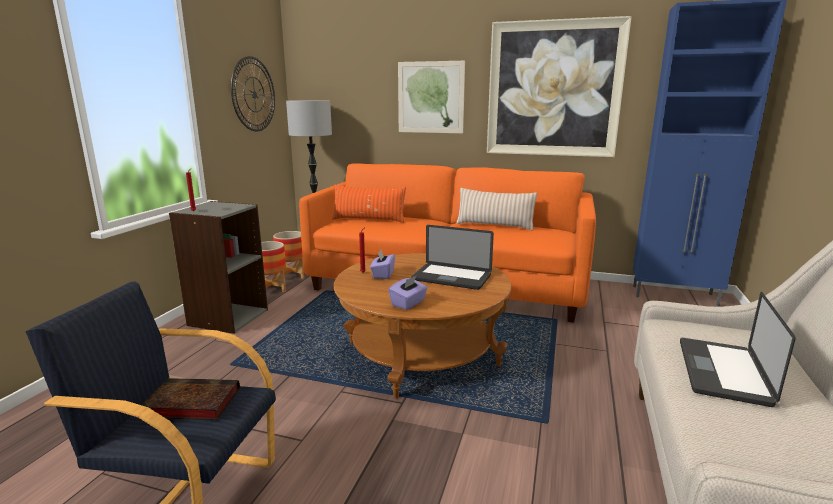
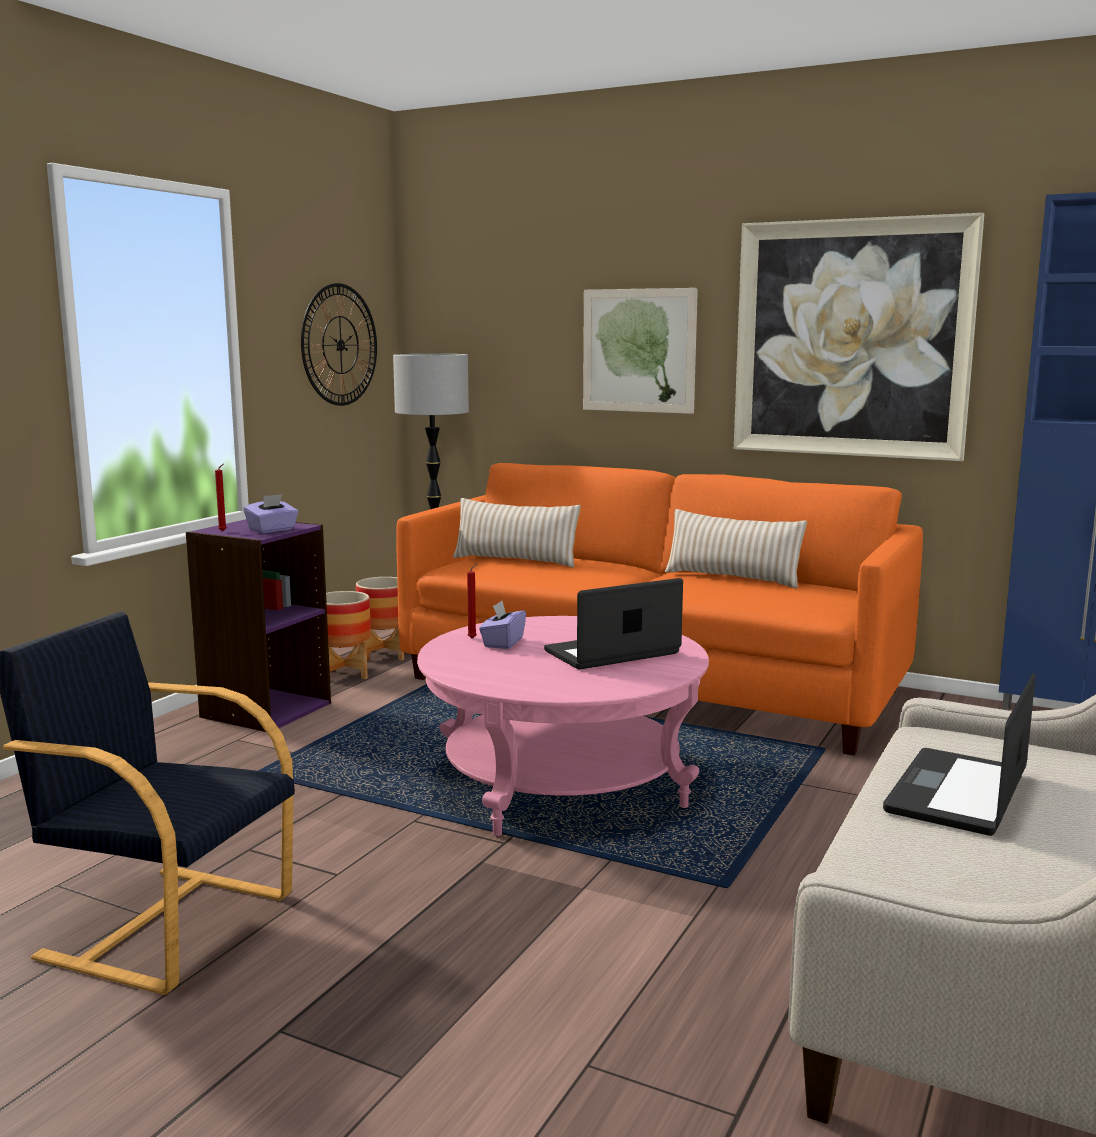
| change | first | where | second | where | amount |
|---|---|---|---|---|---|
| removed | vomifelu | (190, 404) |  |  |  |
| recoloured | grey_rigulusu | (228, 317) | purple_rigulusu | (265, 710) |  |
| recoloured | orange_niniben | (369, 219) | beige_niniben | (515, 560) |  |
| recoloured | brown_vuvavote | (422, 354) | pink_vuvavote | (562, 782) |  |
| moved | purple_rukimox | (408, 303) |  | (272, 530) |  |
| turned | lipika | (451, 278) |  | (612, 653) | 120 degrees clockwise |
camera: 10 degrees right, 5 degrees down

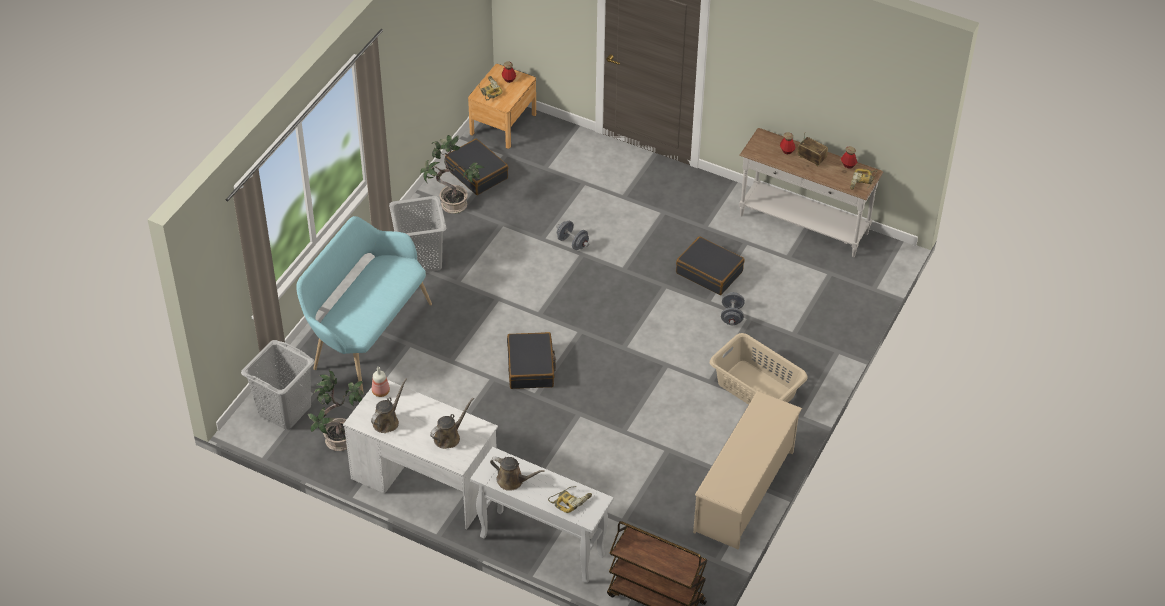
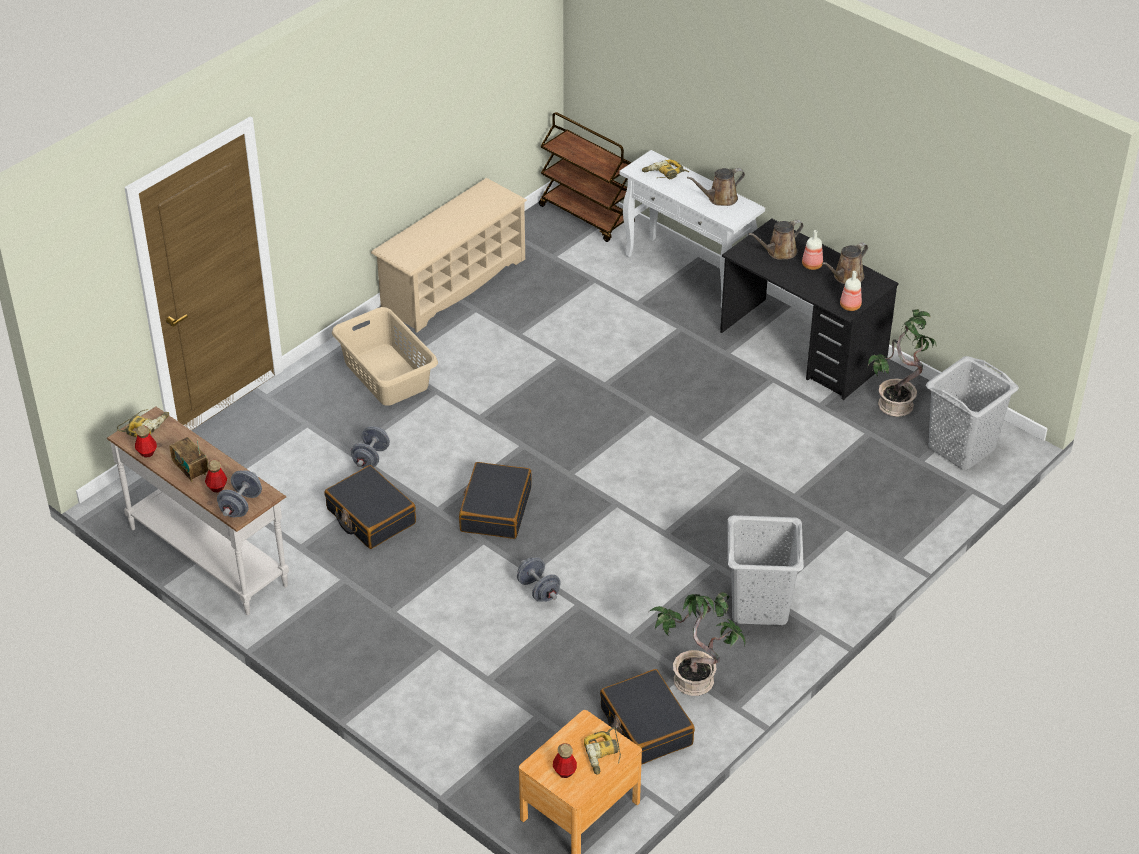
| change | first | where | second | where | amount |
|---|---|---|---|---|---|
| removed | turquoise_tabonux | (366, 336) |  |  |  |
| recoloured | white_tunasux | (424, 481) | black_tunasux | (802, 349) |  |
| turned | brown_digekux | (512, 480) |  | (720, 199) | 60 degrees counterclockwise |
| moved | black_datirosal | (531, 367) |  | (495, 509) |  |
| added |  |  | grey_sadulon | (241, 505) |  |
| added |  |  | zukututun | (811, 265) |  |
camera: 165 degrees left, 5 degrees down

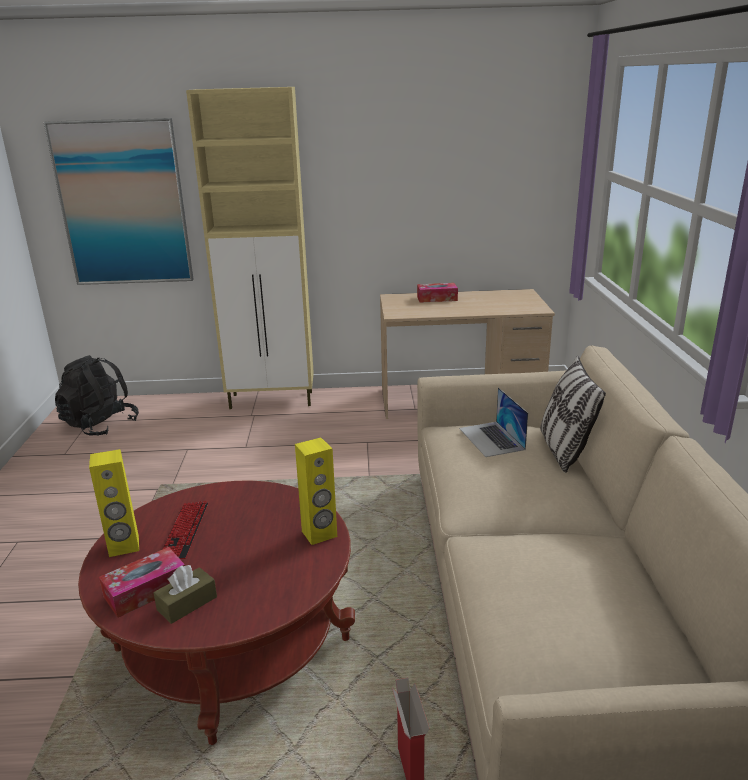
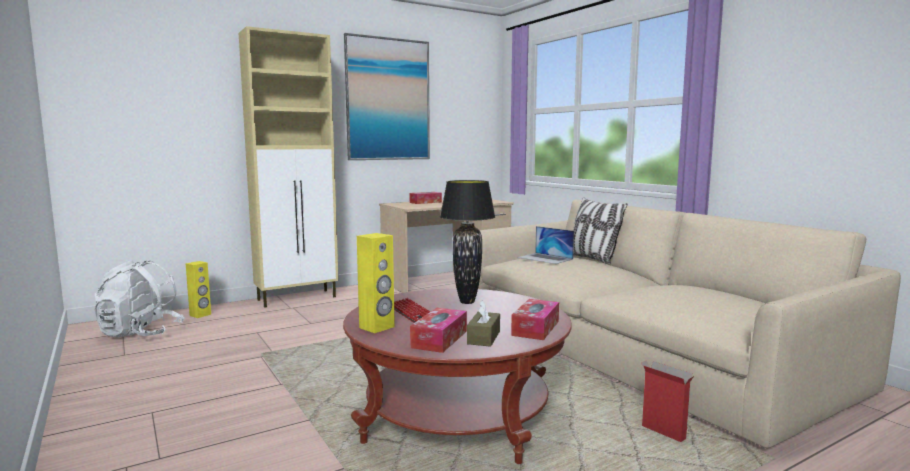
| change | first | where | second | where | amount |
|---|---|---|---|---|---|
| moved | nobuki | (123, 204) |  | (388, 99) |  |
| recoloured | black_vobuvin | (100, 425) | white_vobuvin | (141, 333) |  |
| moved | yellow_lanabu | (319, 534) |  | (200, 315) |  |
| added |  |  | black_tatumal | (466, 302) |  |
| added |  |  | rukimox | (535, 328) |  |
camera: 30 degrees left, 15 degrees down

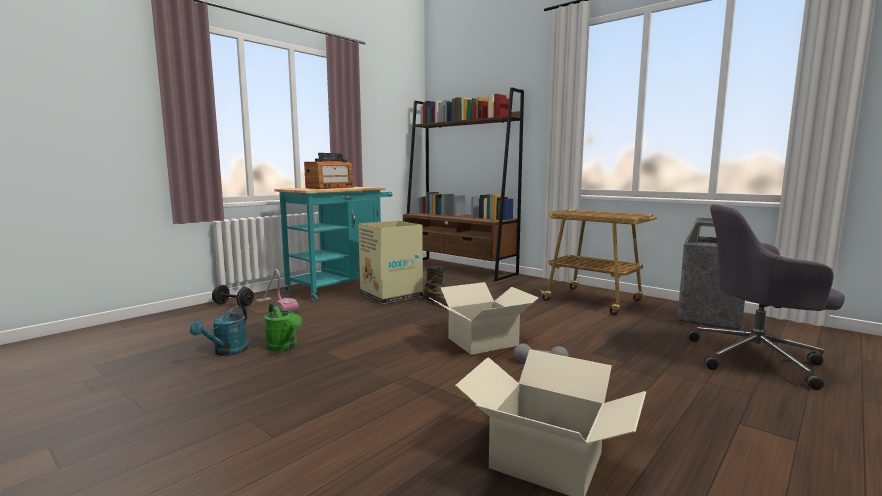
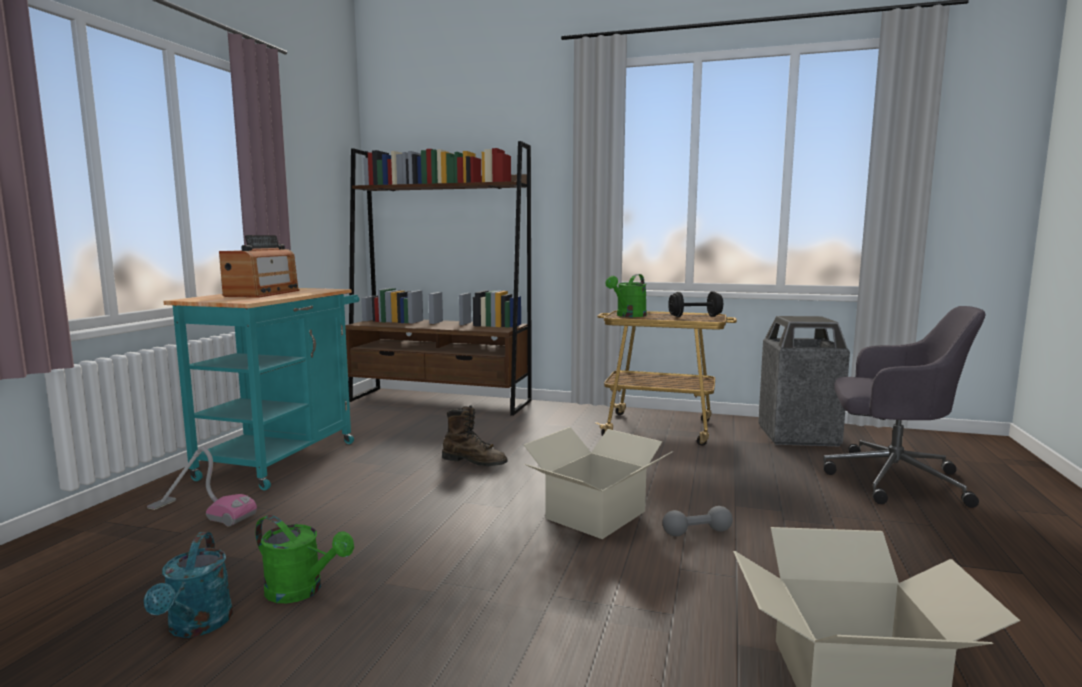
| change | first | where | second | where | amount |
|---|---|---|---|---|---|
| moved | black_sadulon | (233, 305) |  | (695, 316) |  |
| removed | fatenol | (390, 295) |  |  |  |
| turned | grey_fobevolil | (757, 359) |  | (890, 479) | 150 degrees counterclockwise |
| added |  |  | green_digekux | (628, 316) |  |
camera: 25 degrees left, 0 degrees up

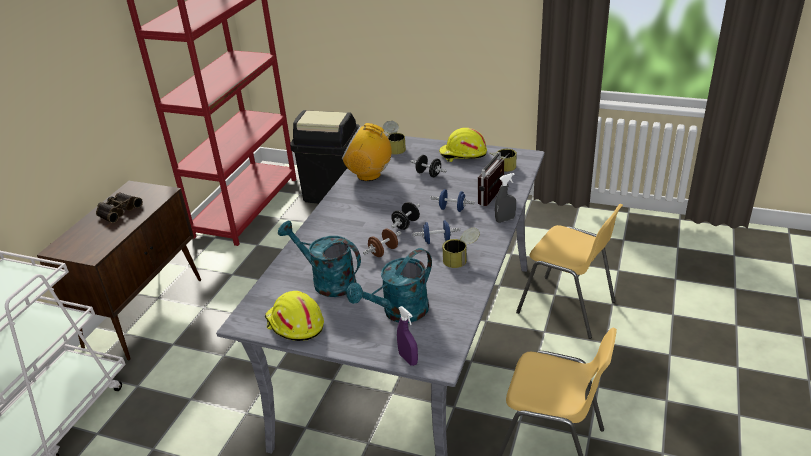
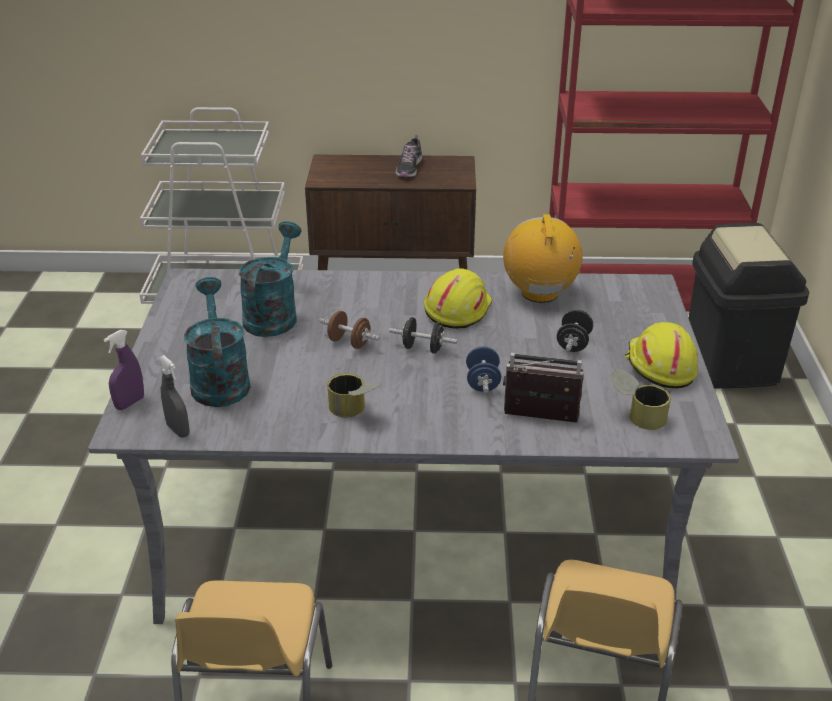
| change | first | where | second | where | amount |
|---|---|---|---|---|---|
| replaced | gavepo | (118, 211) | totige | (409, 168) |  |
| moved | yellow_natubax | (294, 324) |  | (457, 309) |  |
| turned | turquoise_digekux | (399, 313) |  | (219, 380) | 45 degrees clockwise |
| removed | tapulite | (394, 147) |  |  |  |
| removed | blue_sadulon | (436, 241) |  |  |  |
| moved | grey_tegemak | (505, 220) |  | (178, 430) |  |
camera: 70 degrees right, 0 degrees up

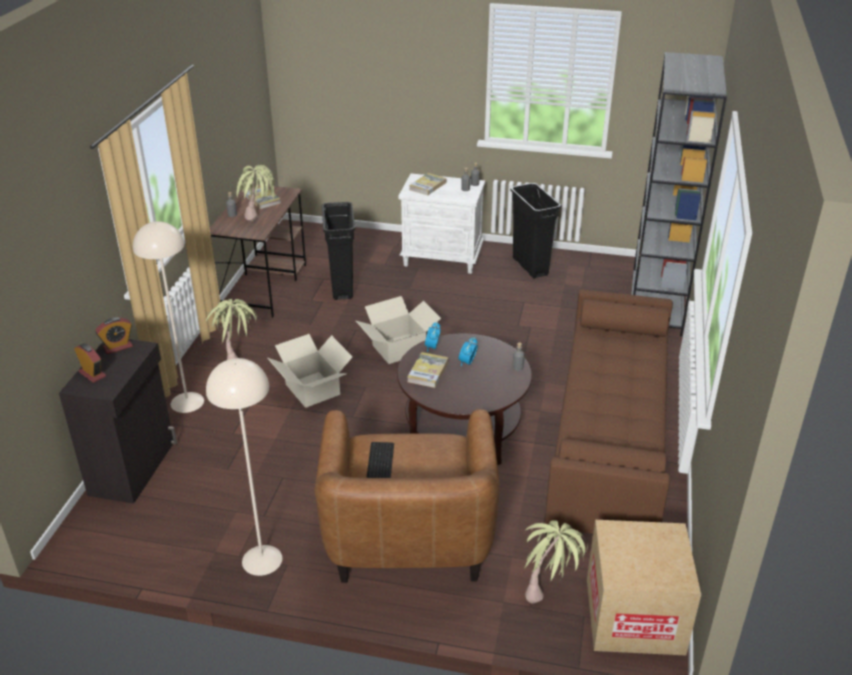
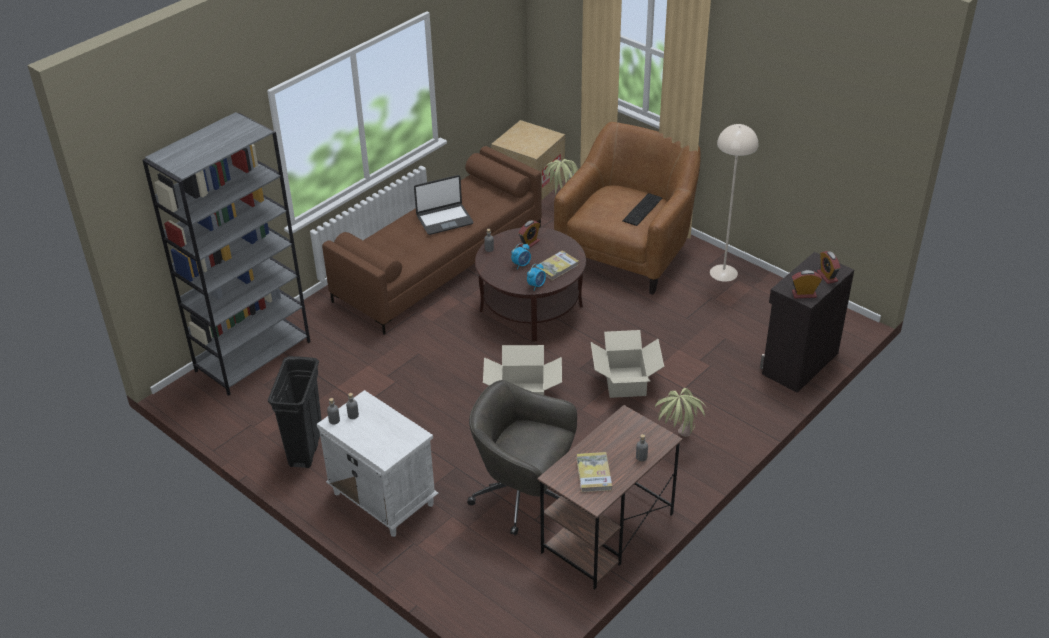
| change | first | where | second | where | amount |
|---|---|---|---|---|---|
| removed | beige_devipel | (187, 402) |  |  |  |
| removed | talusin | (260, 224) |  |  |  |
| replaced | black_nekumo | (342, 287) | grey_fobevolil | (523, 496) |  |
| removed | vomifelu | (427, 186) |  |  |  |
| added |  |  | lipika | (444, 219) |  |
| added |  |  | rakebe | (529, 243) |  |
camera: 150 degrees left, 5 degrees up

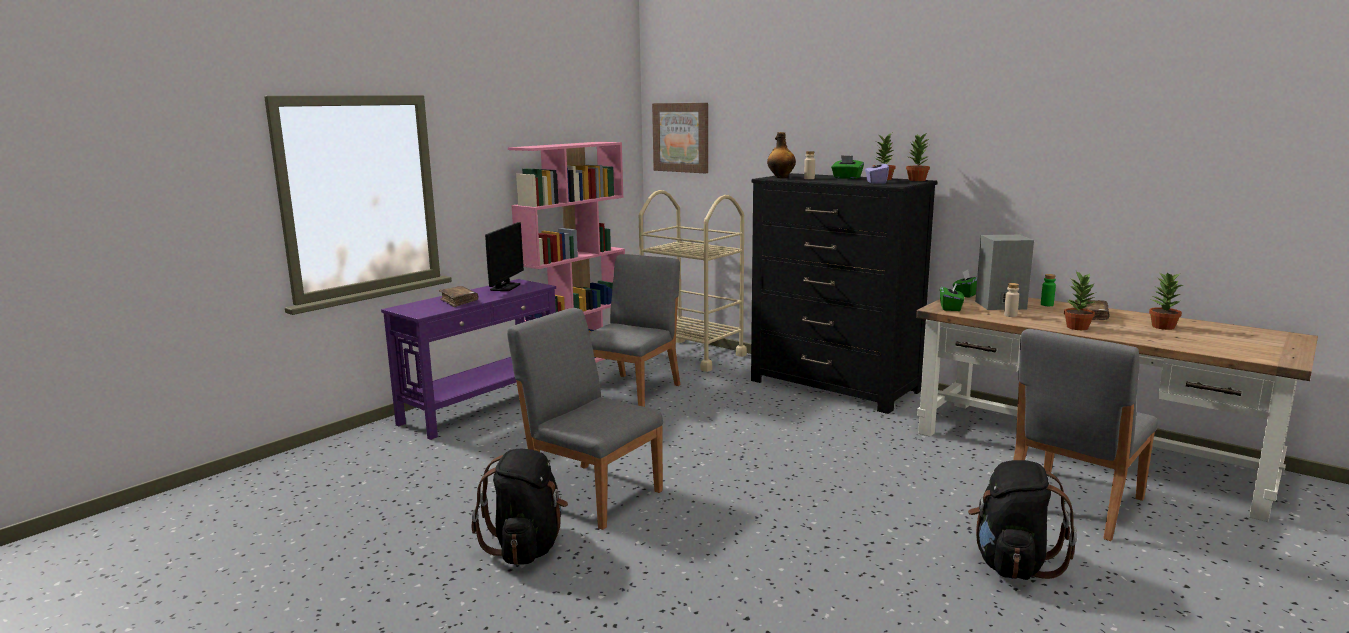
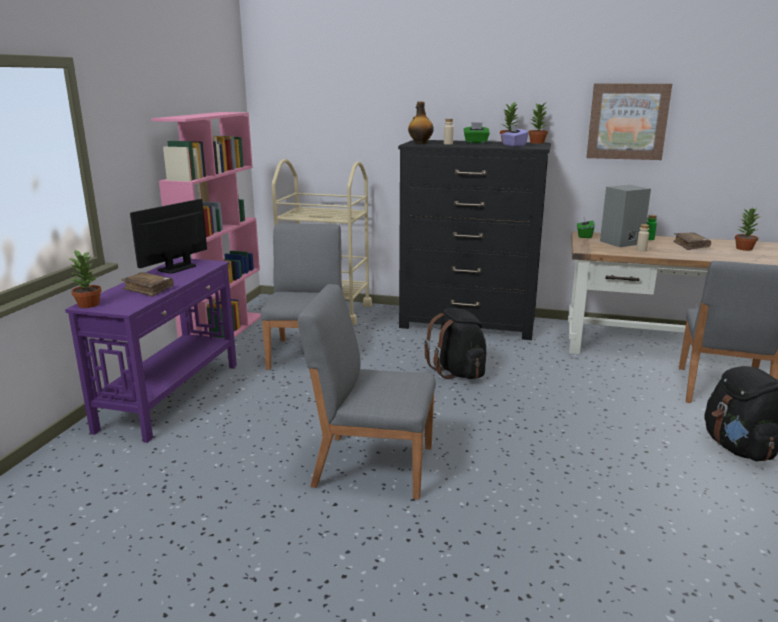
| change | first | where | second | where | amount |
|---|---|---|---|---|---|
| moved | black_vobuvin | (527, 547) |  | (458, 372) |  |
| turned | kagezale | (505, 287) |  | (177, 268) | 135 degrees counterclockwise |
| moved | nobuki | (681, 137) |  | (627, 121) |  |
| removed | green_rukimox | (950, 308) |  |  |  |
| moved | talusin | (1077, 327) |  | (89, 304) |  |
camera: 25 degrees left, 5 degrees up

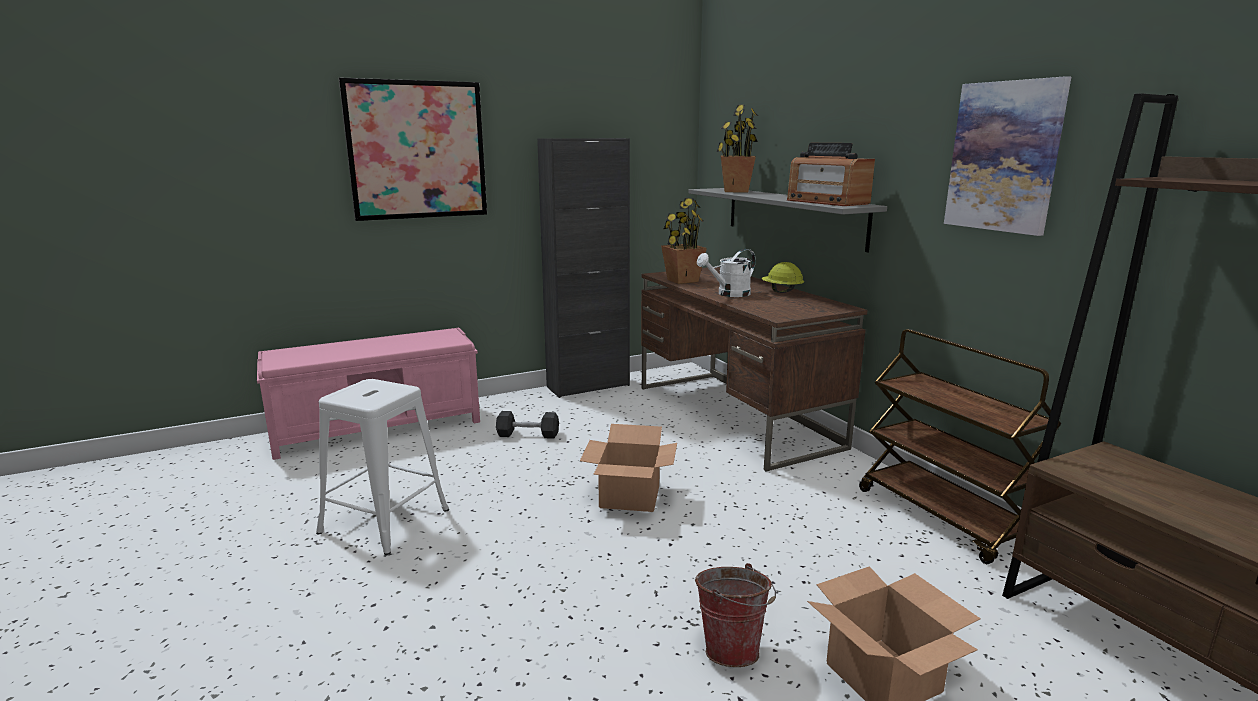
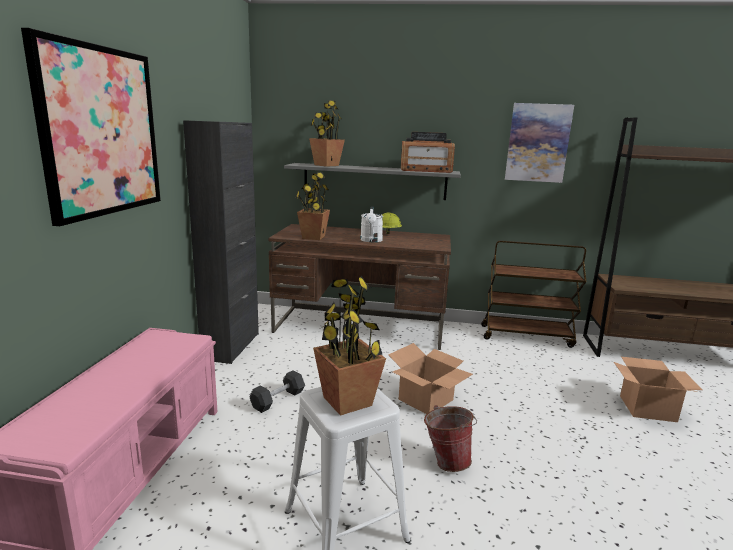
| change | first | where | second | where | amount |
|---|---|---|---|---|---|
| moved | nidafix | (732, 648) |  | (446, 460) |  |
| added |  |  | talusin | (348, 402) |  |
camera: 55 degrees left, 0 degrees up

